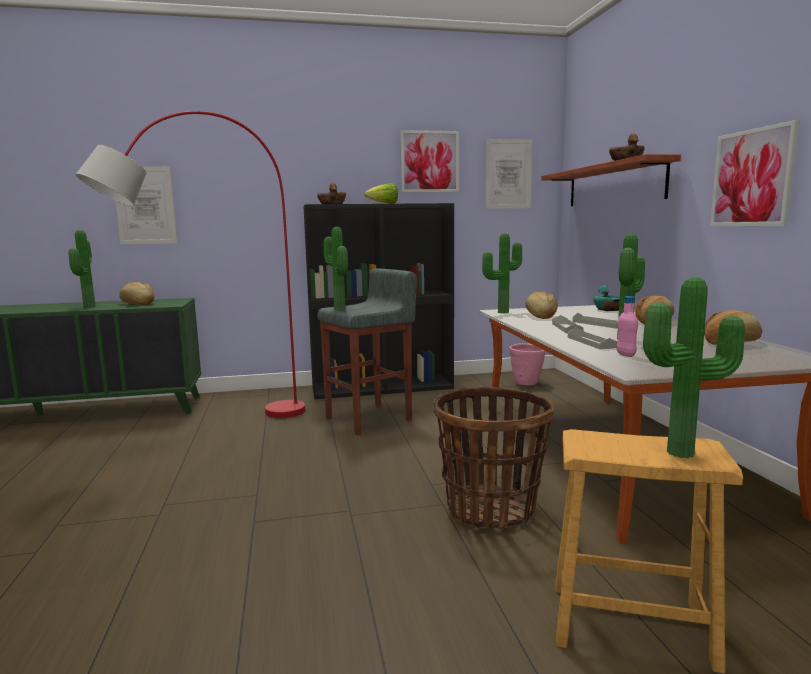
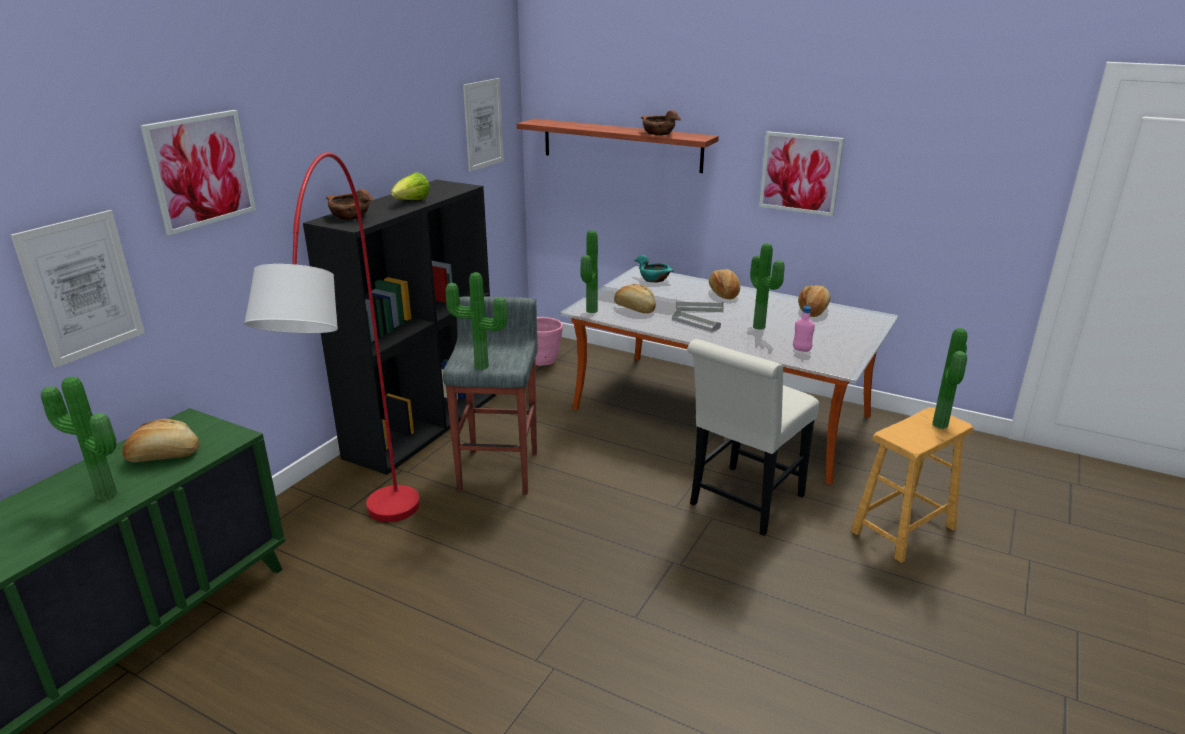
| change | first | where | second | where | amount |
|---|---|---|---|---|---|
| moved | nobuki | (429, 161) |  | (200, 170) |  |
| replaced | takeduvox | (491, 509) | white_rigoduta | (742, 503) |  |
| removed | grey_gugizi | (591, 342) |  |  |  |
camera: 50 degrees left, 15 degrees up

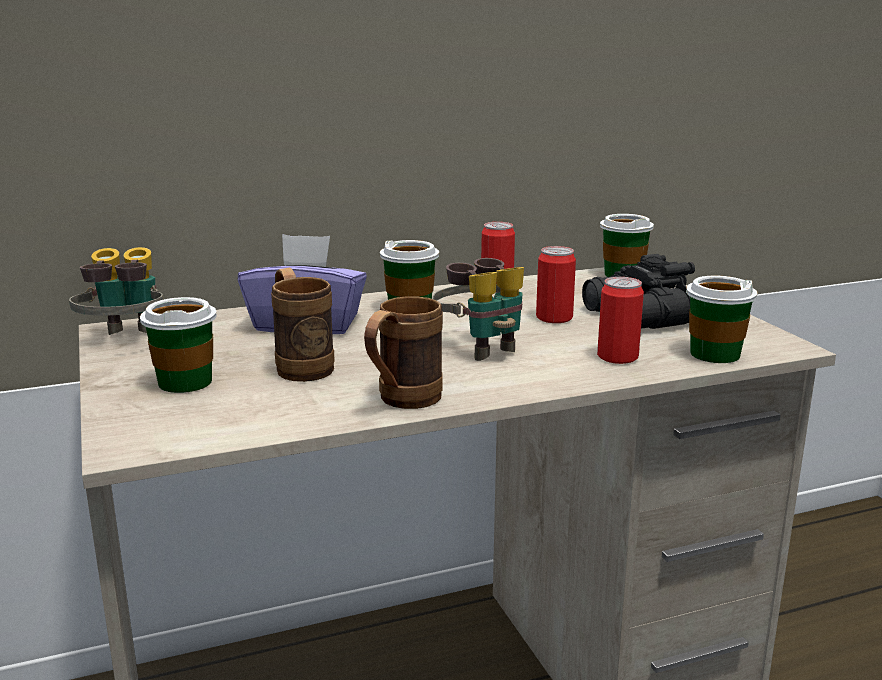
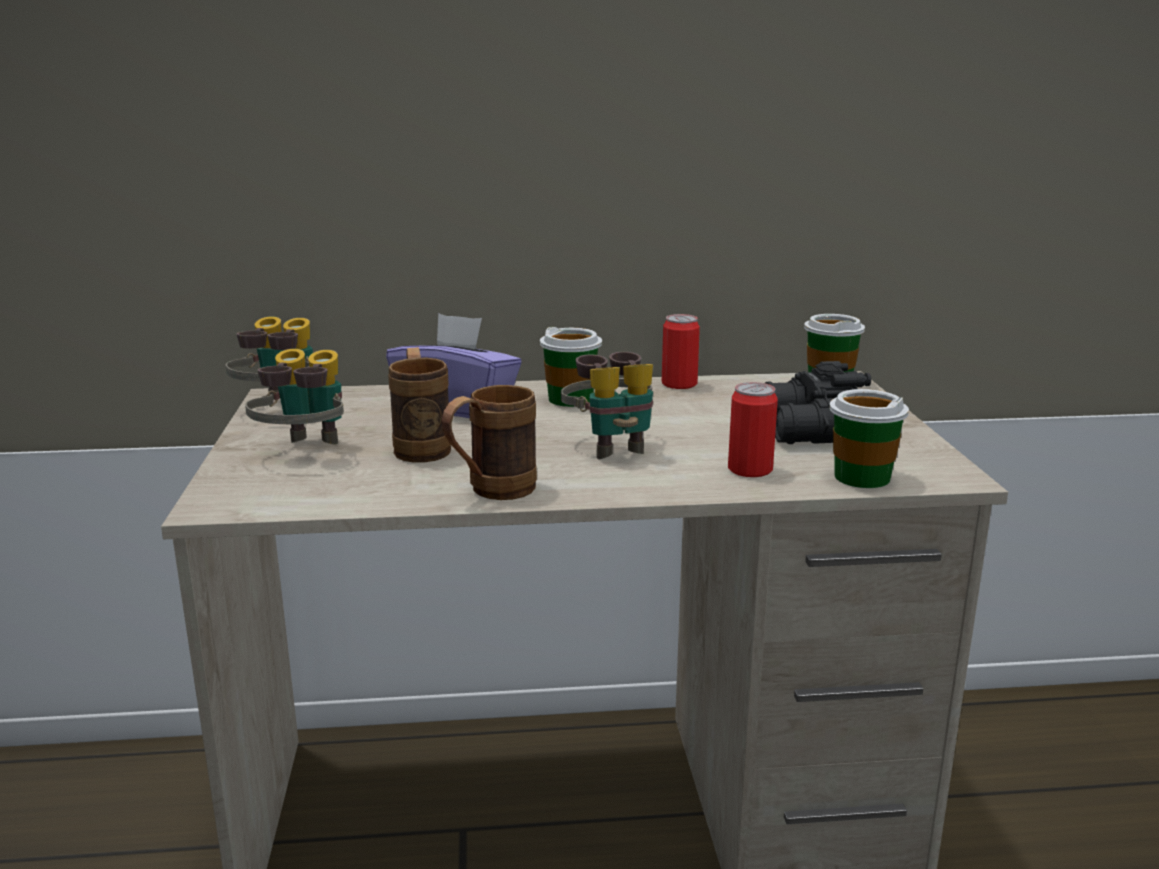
| change | first | where | second | where | amount |
|---|---|---|---|---|---|
| replaced | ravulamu | (185, 382) | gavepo | (305, 451) |  |
| removed | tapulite | (554, 318) |  |  |  |
camera: 15 degrees right, 0 degrees up

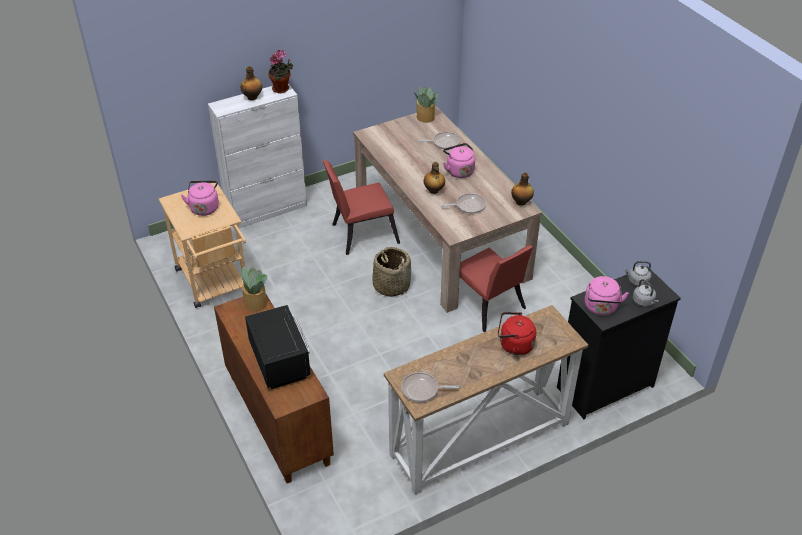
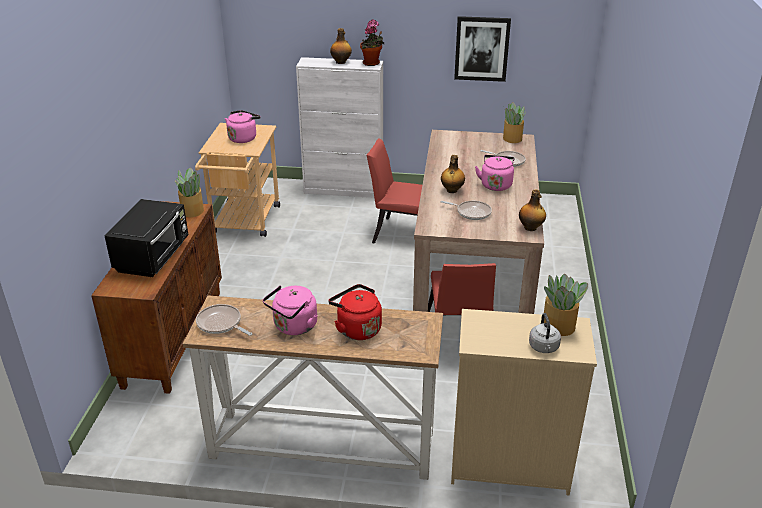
| change | first | where | second | where | amount |
|---|---|---|---|---|---|
| removed | takeduvox | (391, 285) |  |  |  |
| recoloured | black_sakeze | (604, 387) | beige_sakeze | (508, 465) |  |
| moved | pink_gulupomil | (601, 308) |  | (293, 327) |  |
| replaced | grey_gulupomil | (637, 281) | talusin | (559, 326) |  |
| added |  |  | nobuki | (482, 48) |  |
camera: 35 degrees right, 10 degrees down

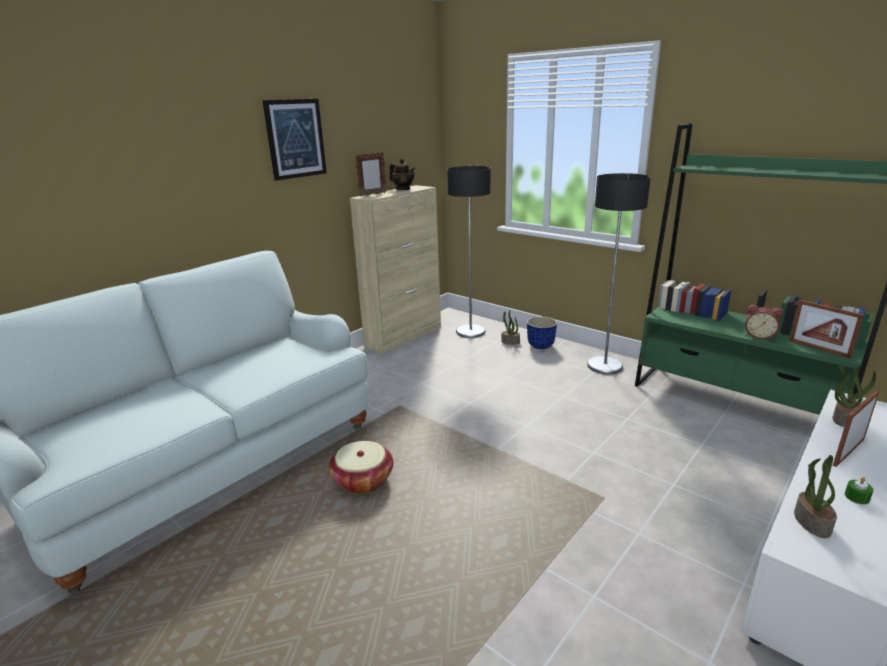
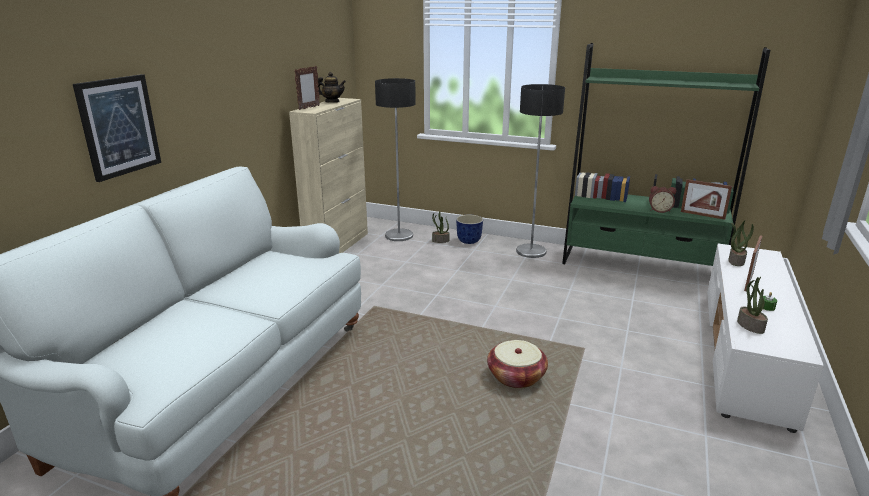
| change | first | where | second | where | amount |
|---|---|---|---|---|---|
| moved | nobuki | (295, 139) |  | (119, 126) |  |
| moved | takeduvox | (362, 480) |  | (516, 377) |  |
camera: 20 degrees left, 0 degrees up

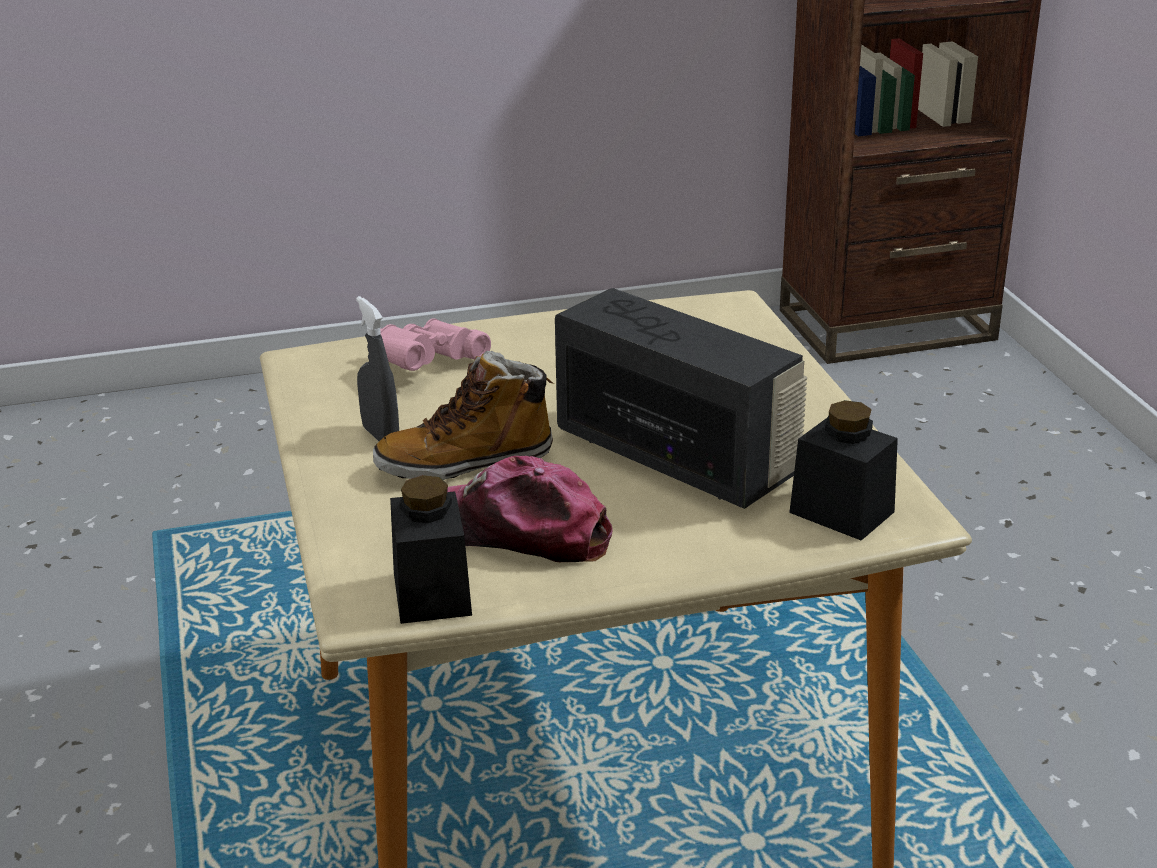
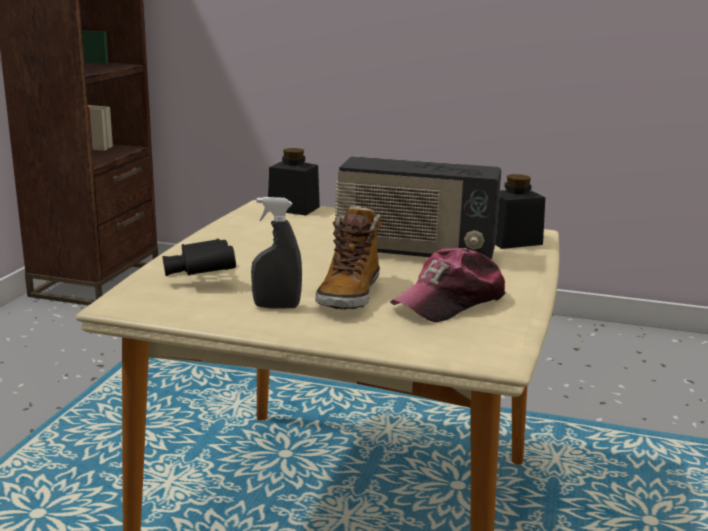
| change | first | where | second | where | amount |
|---|---|---|---|---|---|
| recoloured | pink_gavepo | (424, 365) | black_gavepo | (200, 276) |  |
| moved | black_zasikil | (432, 593) |  | (293, 208) |  |
| turned | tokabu | (676, 457) |  | (415, 253) | 150 degrees counterclockwise |
camera: 60 degrees left, 10 degrees down

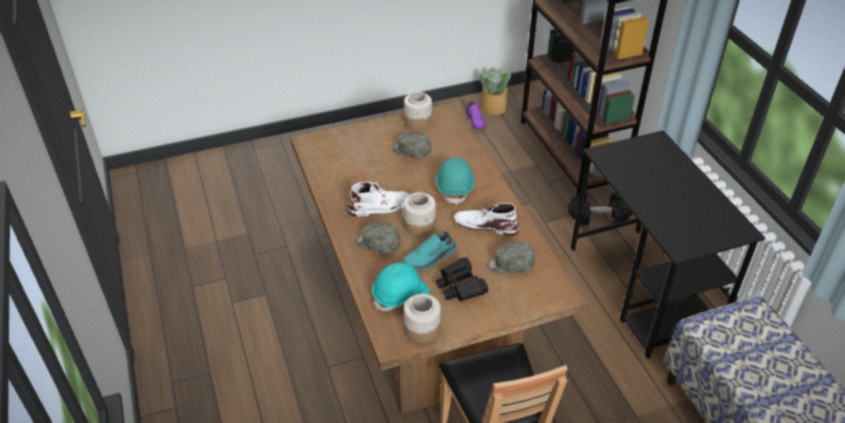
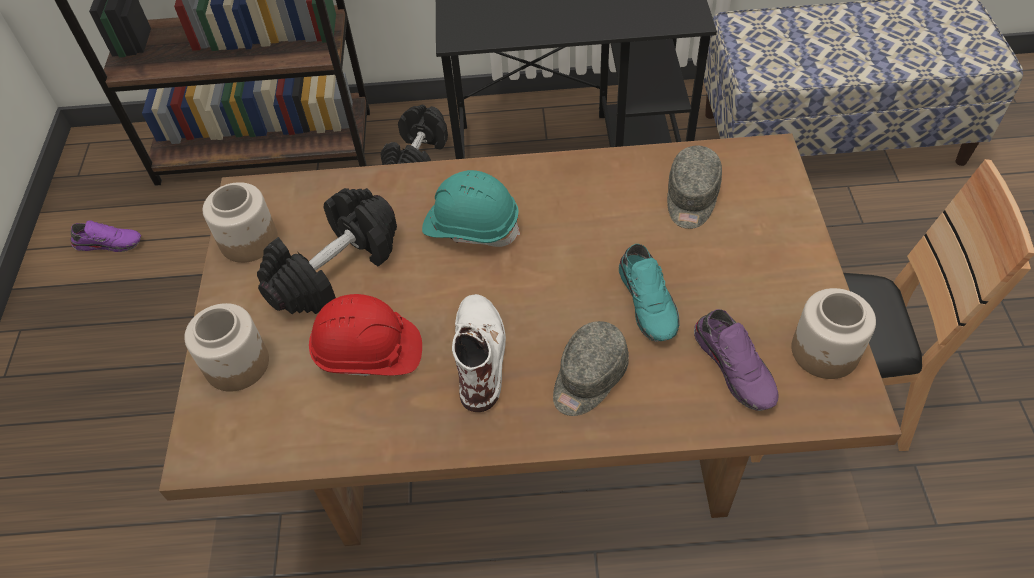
| change | first | where | second | where | amount |
|---|---|---|---|---|---|
| replaced | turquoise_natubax | (401, 295) | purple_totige | (736, 367) |  |
| replaced | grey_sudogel | (411, 151) | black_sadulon | (335, 270) |  |
| moved | zasikil | (419, 225) |  | (238, 363) |  |
| removed | black_gavepo | (460, 286) |  |  |  |
| removed | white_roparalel | (485, 225) |  |  |  |
| removed | talusin | (493, 107) |  |  |  |
| added |  |  | red_natubax | (368, 353) |  |
camera: 70 degrees left, 10 degrees up

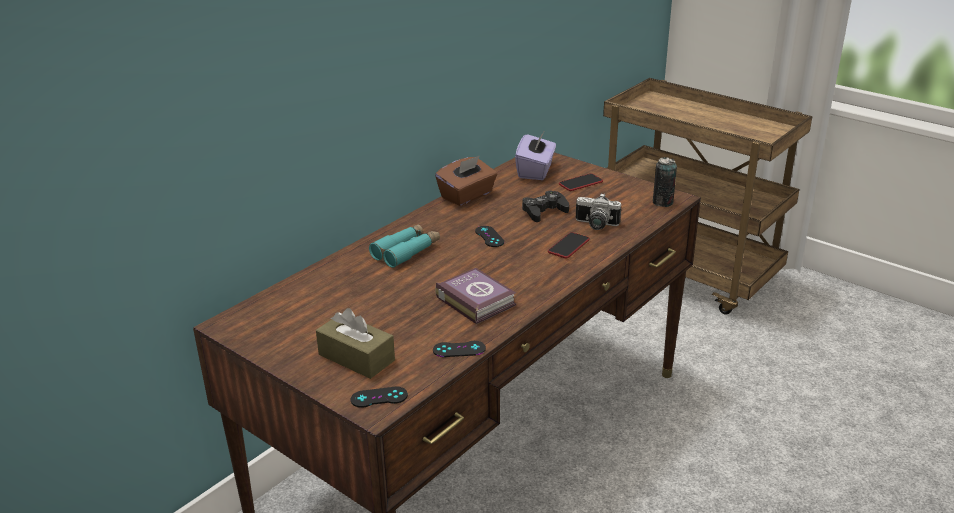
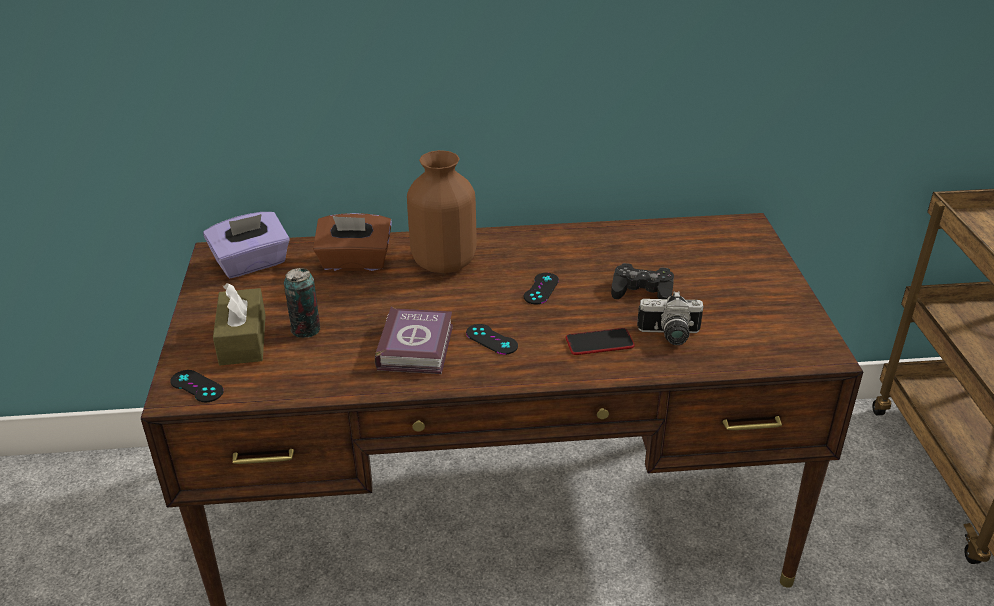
| change | first | where | second | where | amount |
|---|---|---|---|---|---|
| replaced | turquoise_gavepo | (406, 251) | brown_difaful | (445, 263) |  |
| moved | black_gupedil | (459, 349) |  | (491, 339) |  |
| moved | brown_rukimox | (467, 196) |  | (355, 262) |  |
| moved | purple_rukimox | (535, 171) |  | (252, 264) |  |
| removed | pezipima | (580, 183) |  |  |  |
| turned | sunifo | (595, 225) |  | (669, 336) | 60 degrees counterclockwise |
| moved | tapulite | (662, 203) |  | (306, 329) |  |
camera: 45 degrees right, 5 degrees up

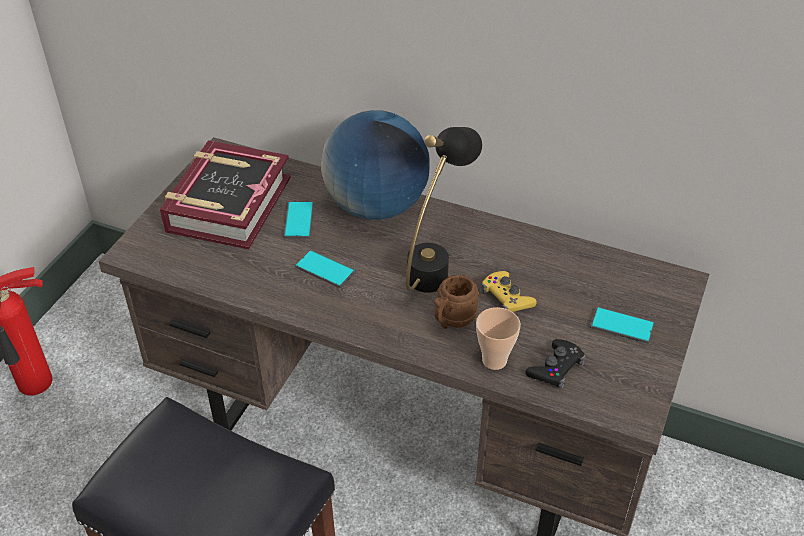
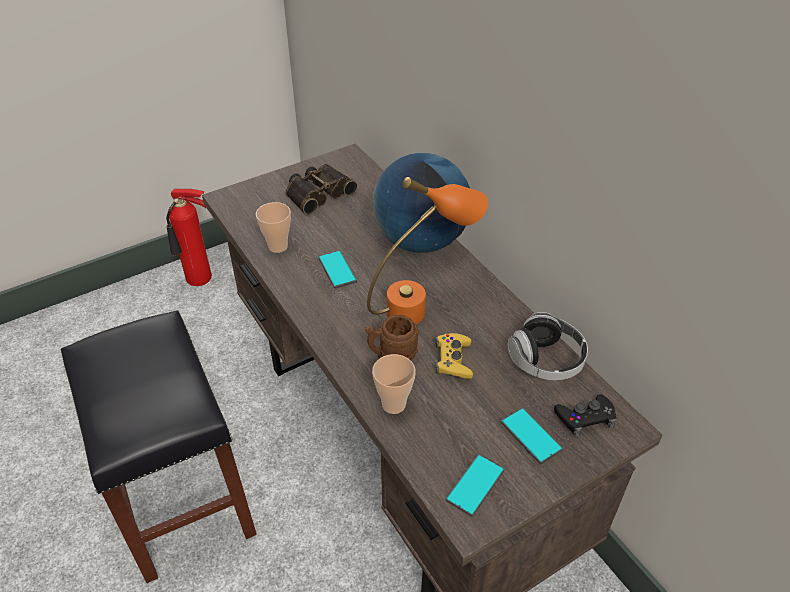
| change | first | where | second | where | amount |
|---|---|---|---|---|---|
| replaced | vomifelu | (228, 204) | gavepo | (318, 193) |  |
| moved | pezipima | (298, 220) |  | (475, 484) |  |
| recoloured | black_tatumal | (436, 264) | orange_tatumal | (422, 306) |  |
| moved | black_gupedil | (556, 368) |  | (585, 418) |  |
| added |  |  | ravulamu | (278, 246) |  |
| added |  |  | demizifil | (546, 360) |  |
camera: 35 degrees right, 0 degrees up

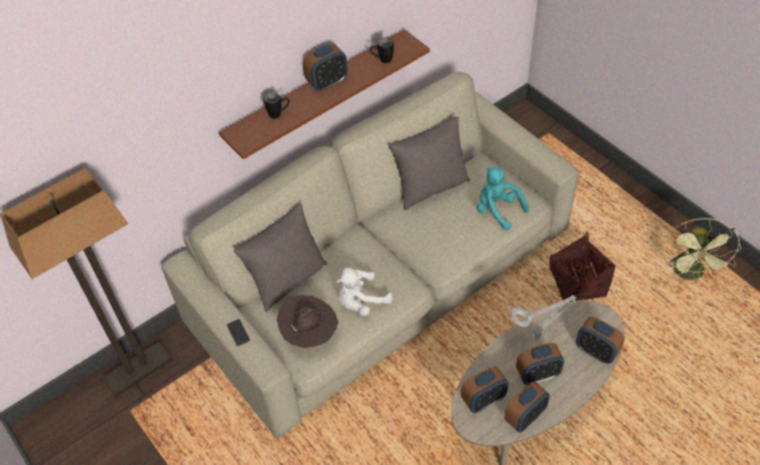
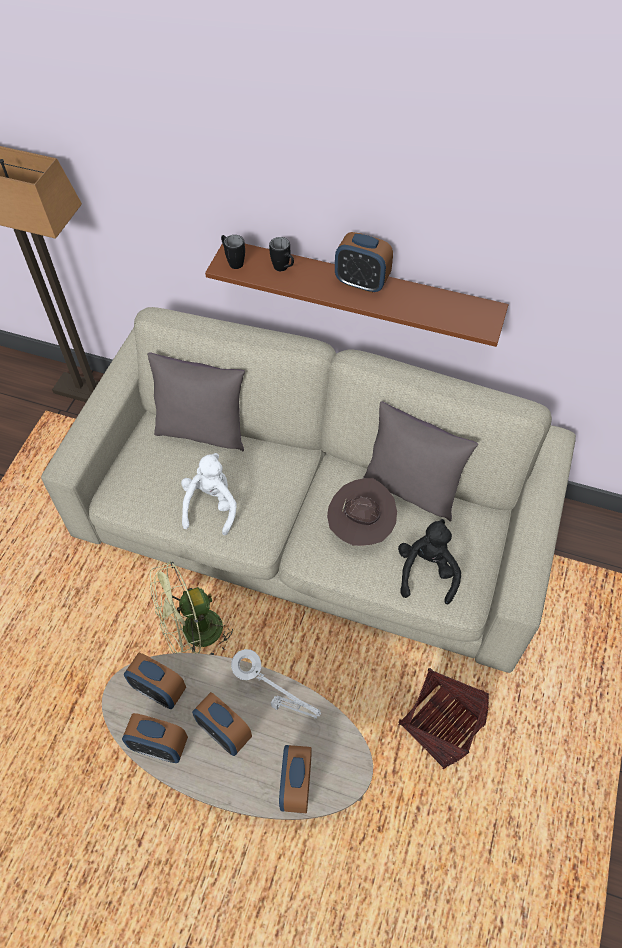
| change | first | where | second | where | amount |
|---|---|---|---|---|---|
| removed | pezipima | (238, 332) |  |  |  |
| moved | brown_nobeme | (310, 334) |  | (361, 527) |  |
| turned | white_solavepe | (361, 302) |  | (211, 506) | 75 degrees clockwise |
| moved | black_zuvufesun | (382, 60) |  | (233, 261) |  |
| recoloured | turquoise_solavepe | (497, 210) | black_solavepe | (427, 571) |  |
| moved | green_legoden | (690, 274) |  | (194, 634) |  |
camera: 55 degrees right, 5 degrees up

